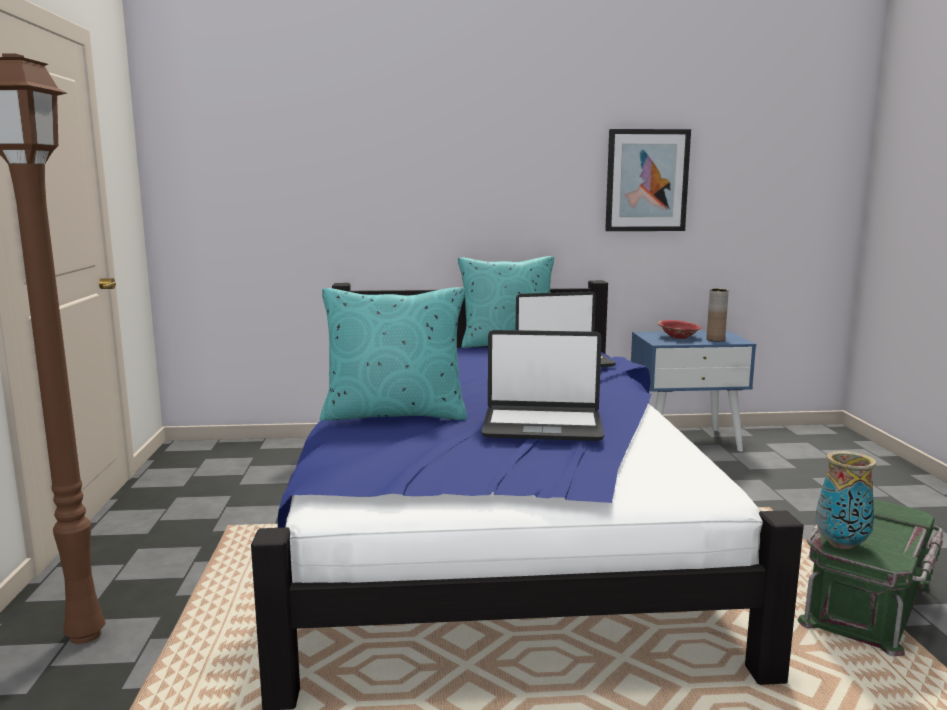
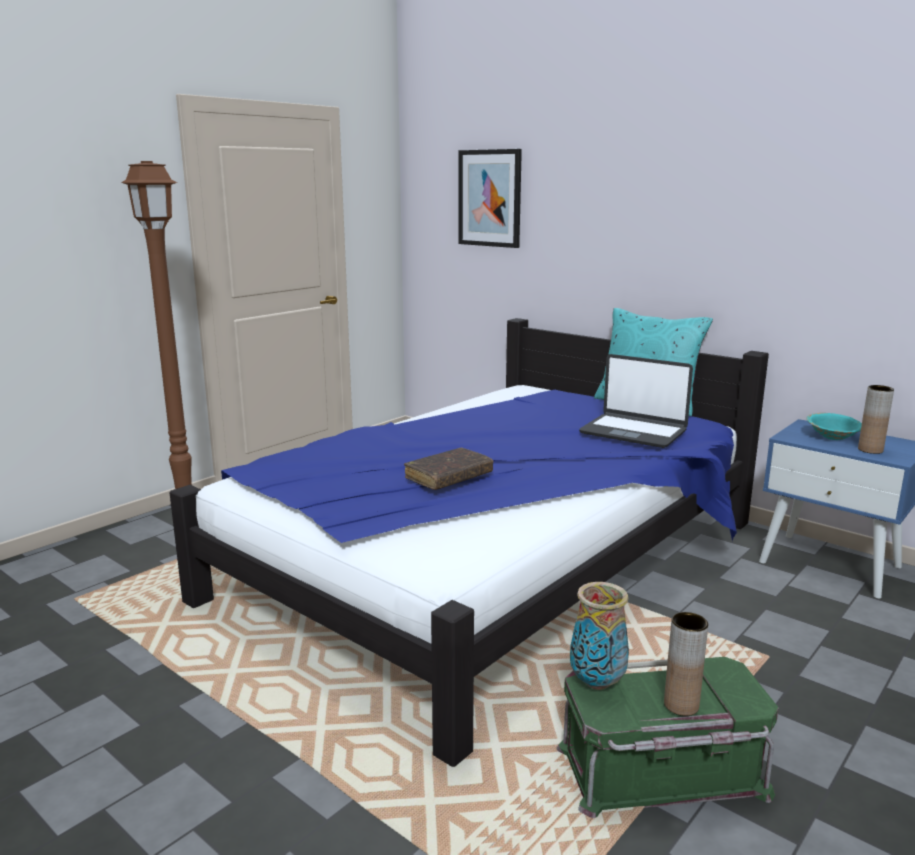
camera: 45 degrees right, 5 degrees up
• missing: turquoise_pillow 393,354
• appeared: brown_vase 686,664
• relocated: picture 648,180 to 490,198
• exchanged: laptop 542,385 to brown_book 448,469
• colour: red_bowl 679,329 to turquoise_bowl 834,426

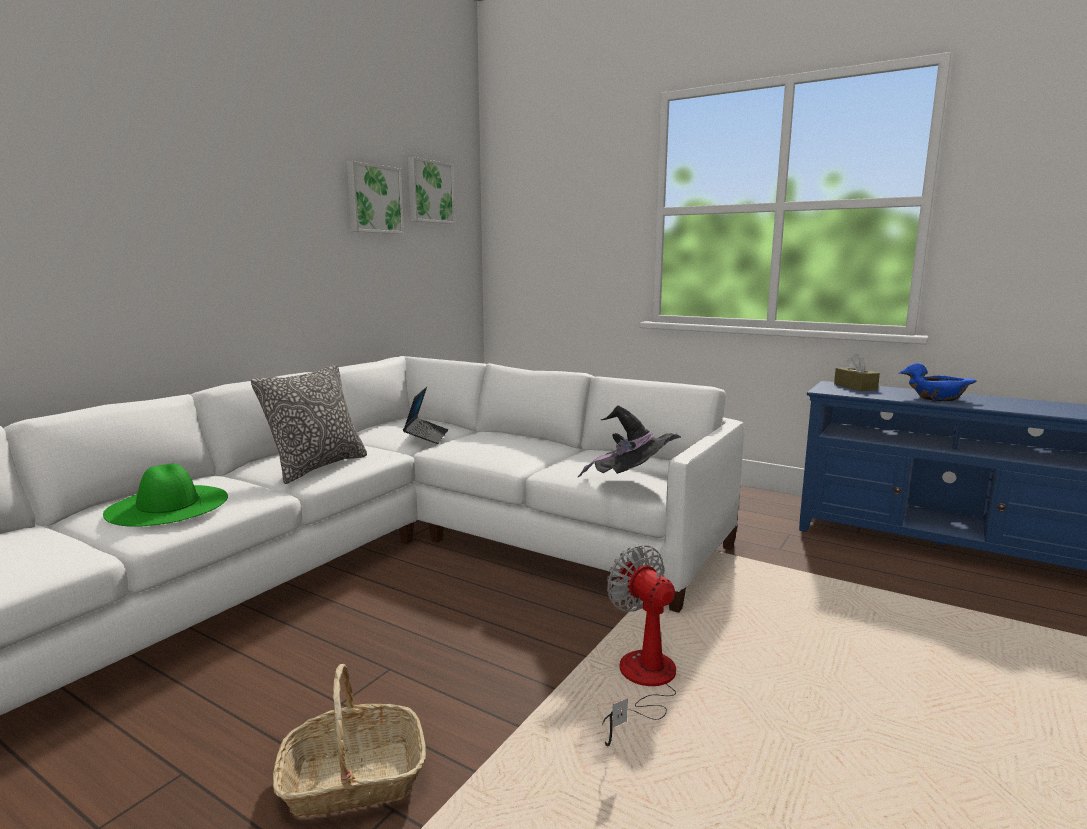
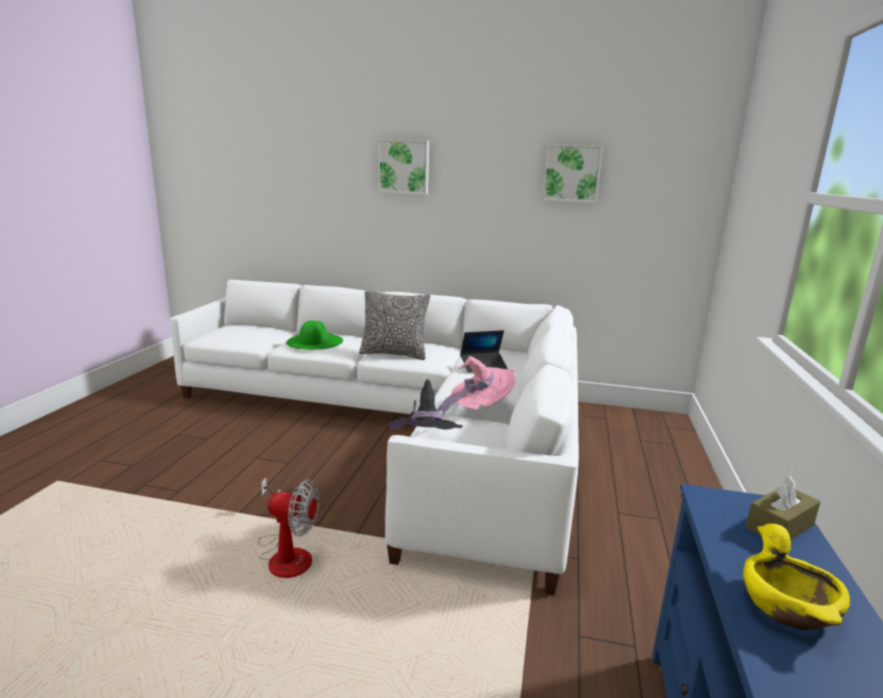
camera: 70 degrees right, 5 degrees up
• missing: basket 349,741
• appeared: pink_hat 476,386
• relocated: picture 431,190 to 403,167
• colour: blue_bowl 937,382 to yellow_bowl 796,577
• spun: fan 639,646 = 288,527 60 degrees clockwise

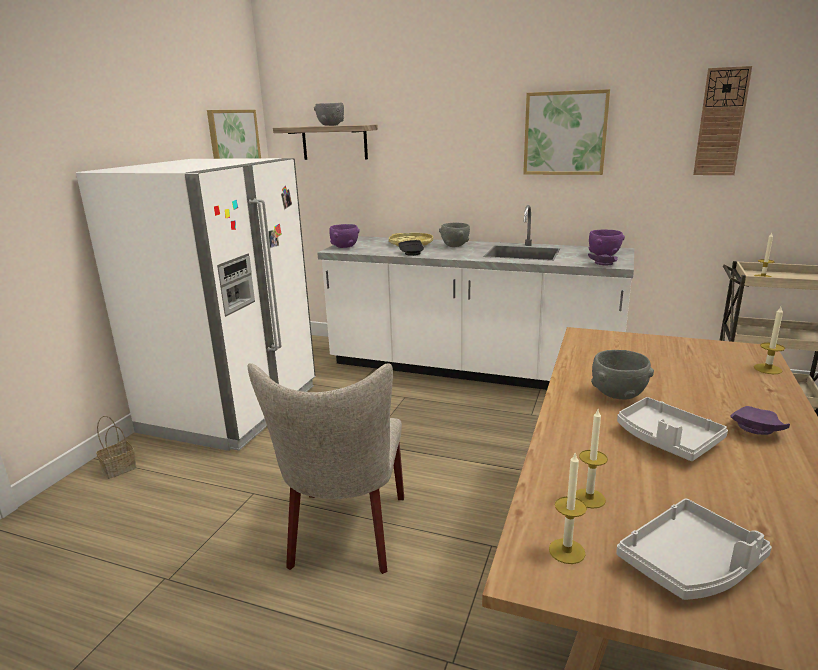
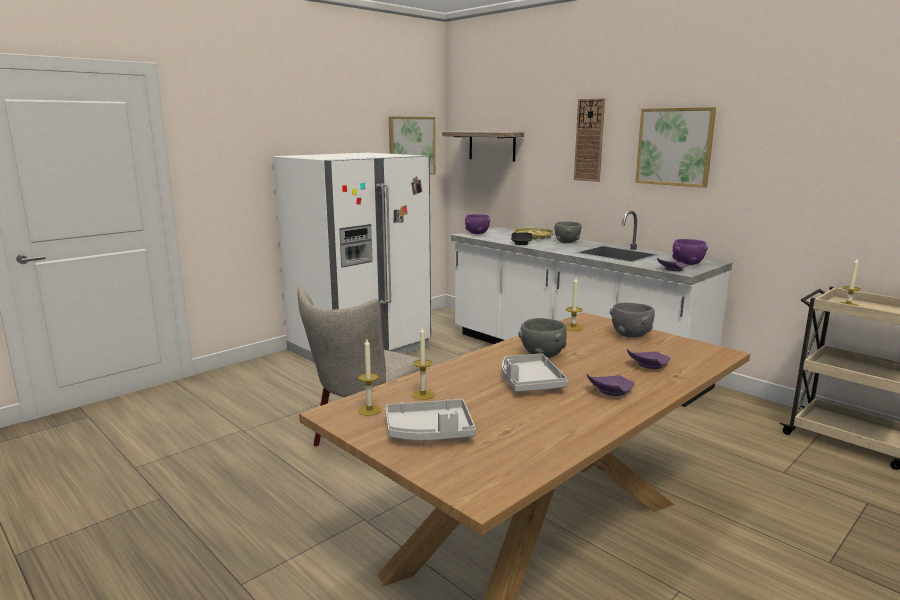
camera: 25 degrees right, 5 degrees down
• missing: basket 116,447
• appeared: purple_plate 648,359
• relocated: grey_bowl 329,114 to 632,320
• relocated: wall_clock 722,120 to 589,140
• relocated: candle 769,340 to 574,304

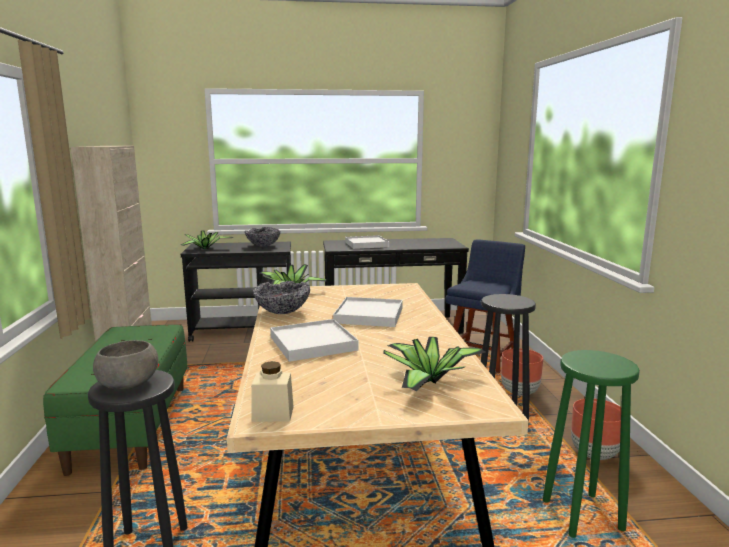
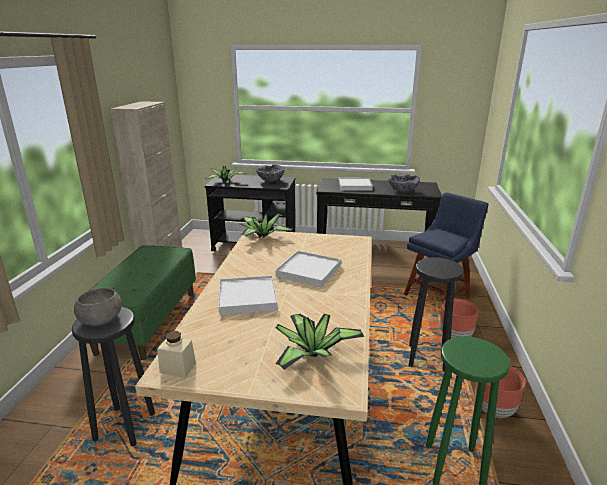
camera: 15 degrees right, 10 degrees up
• relocated: bowl 281,297 to 404,183

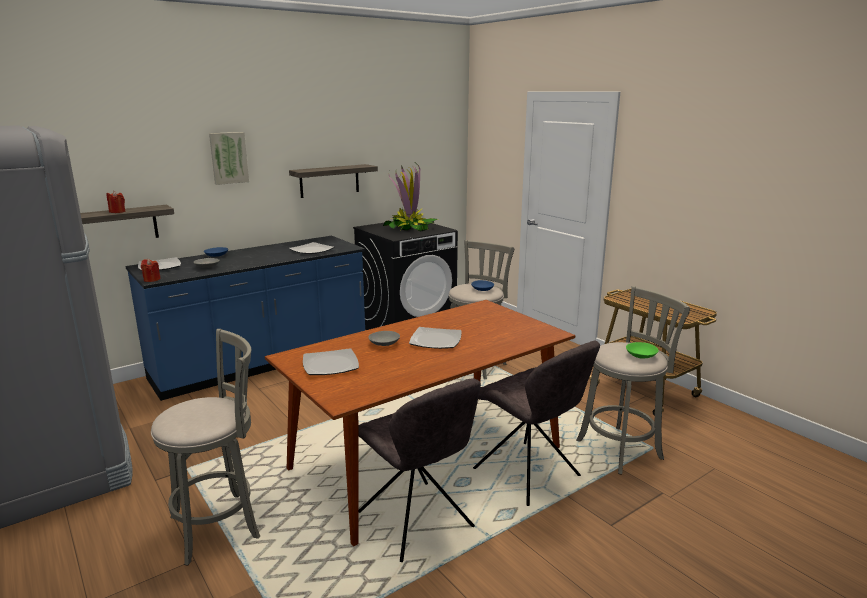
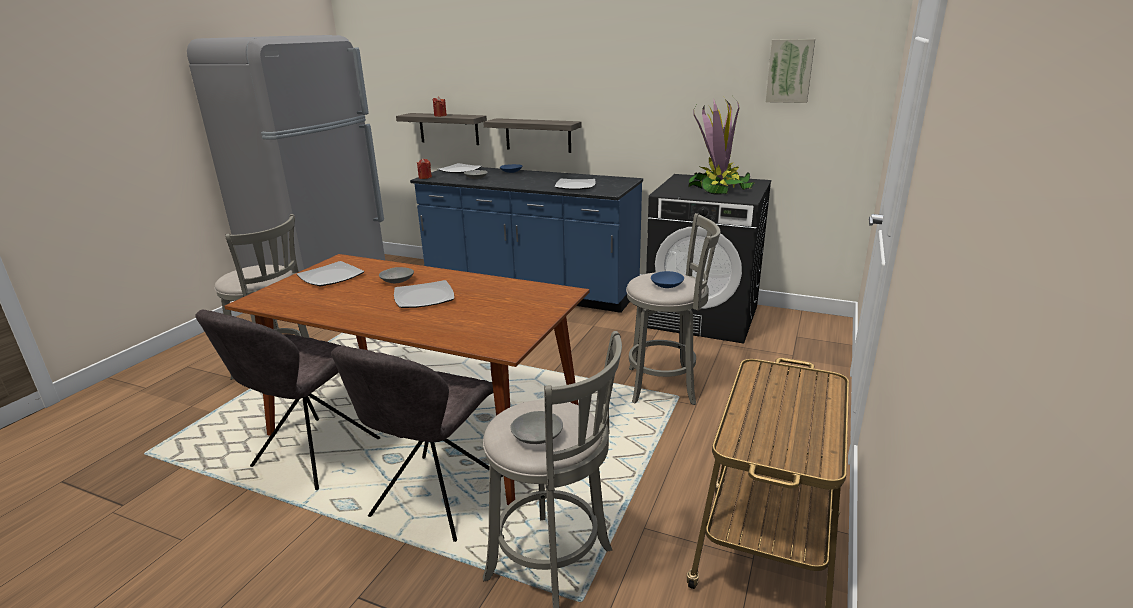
camera: 60 degrees right, 5 degrees up
• relocated: picture 229,158 to 790,71
• relocated: shelf 333,181 to 532,135
• colour: green_bowl 642,350 to grey_bowl 536,427

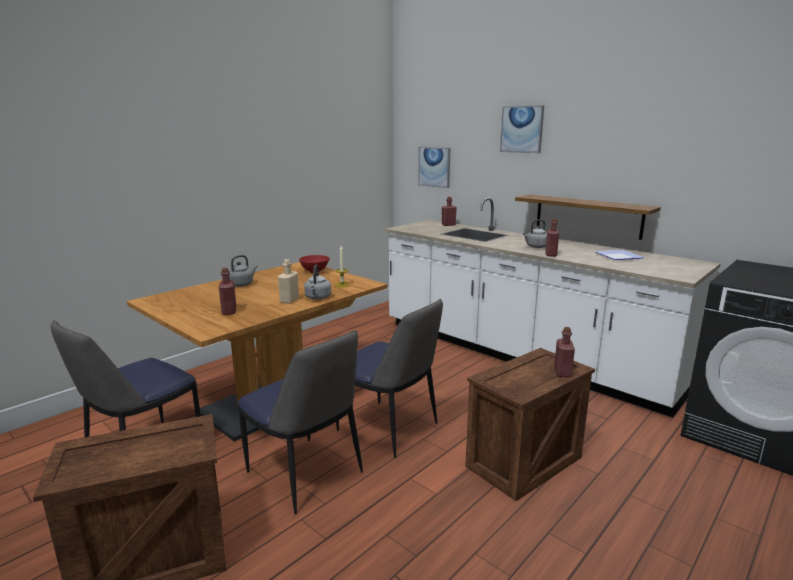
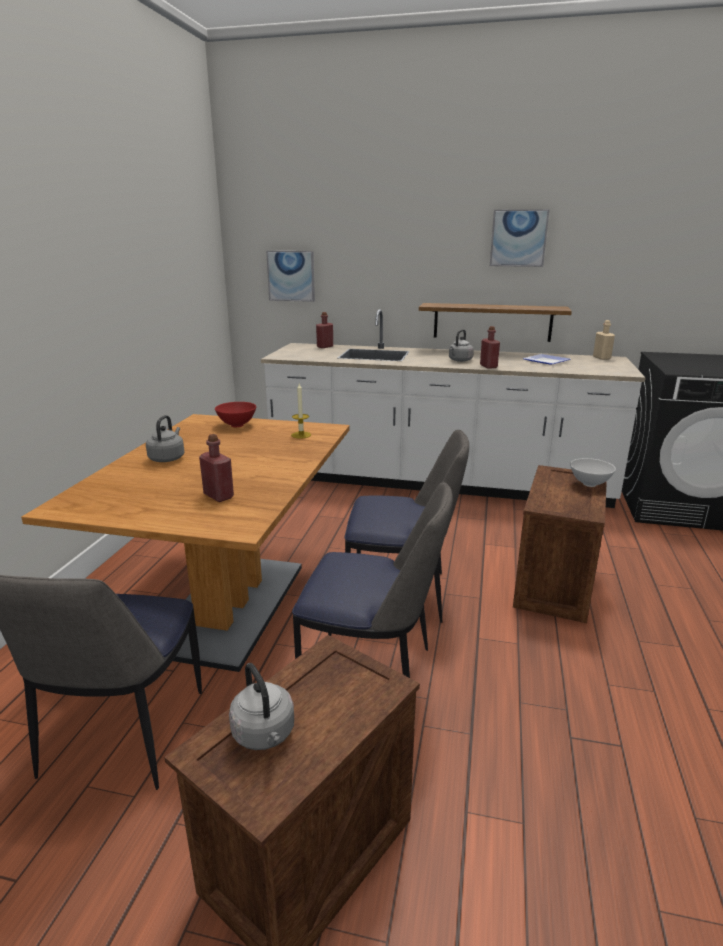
camera: 30 degrees left, 5 degrees up
• relocated: beige_bottle 288,281 to 604,340
• relocated: grey_kettle 317,282 to 261,706
• relocated: picture 522,129 to 519,238
• exchanged: red_bottle 564,352 to white_bowl 593,472

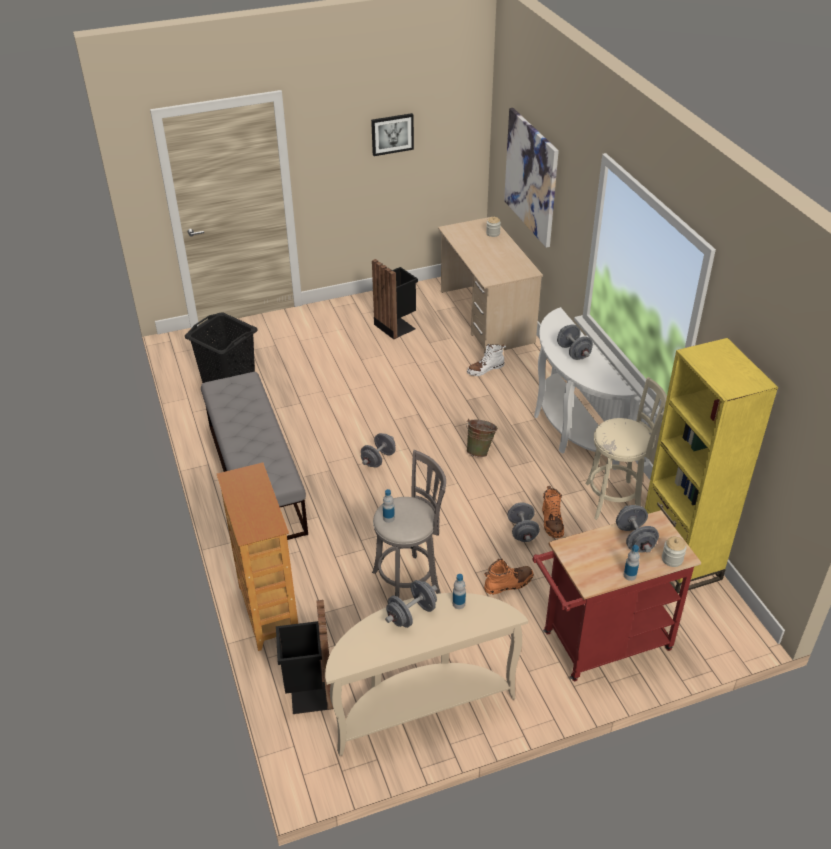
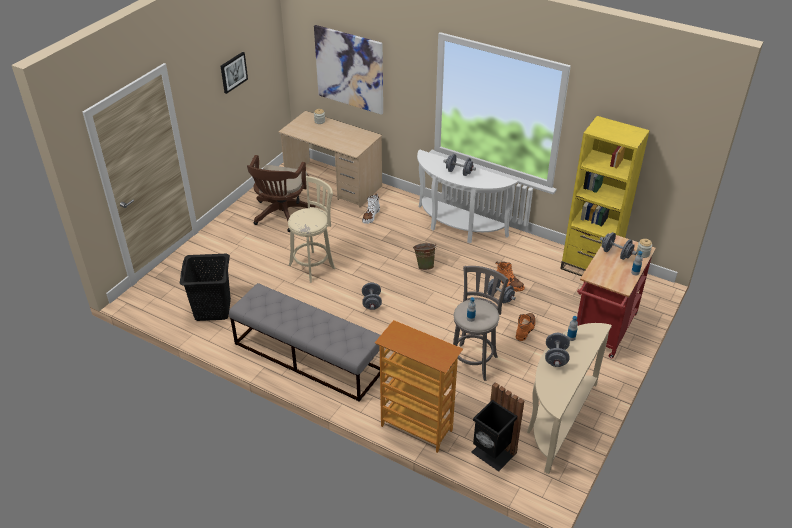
camera: 40 degrees left, 0 degrees up
• relocated: beige_stool 626,448 to 311,229
• exchanged: black_trash_can 395,299 to brown_office_chair 281,193

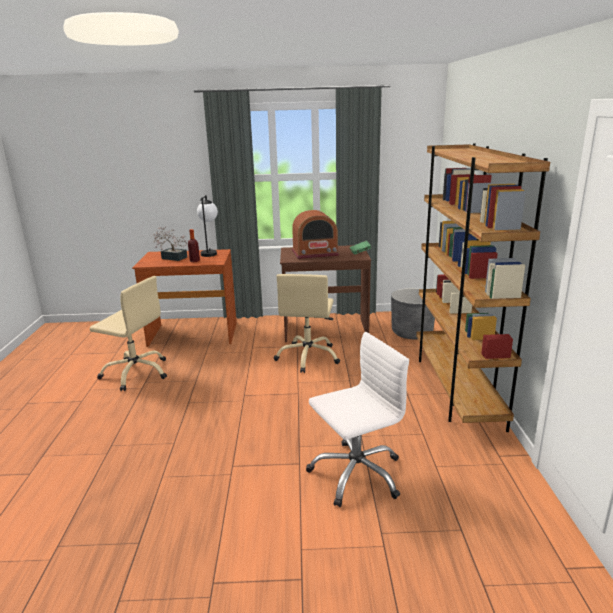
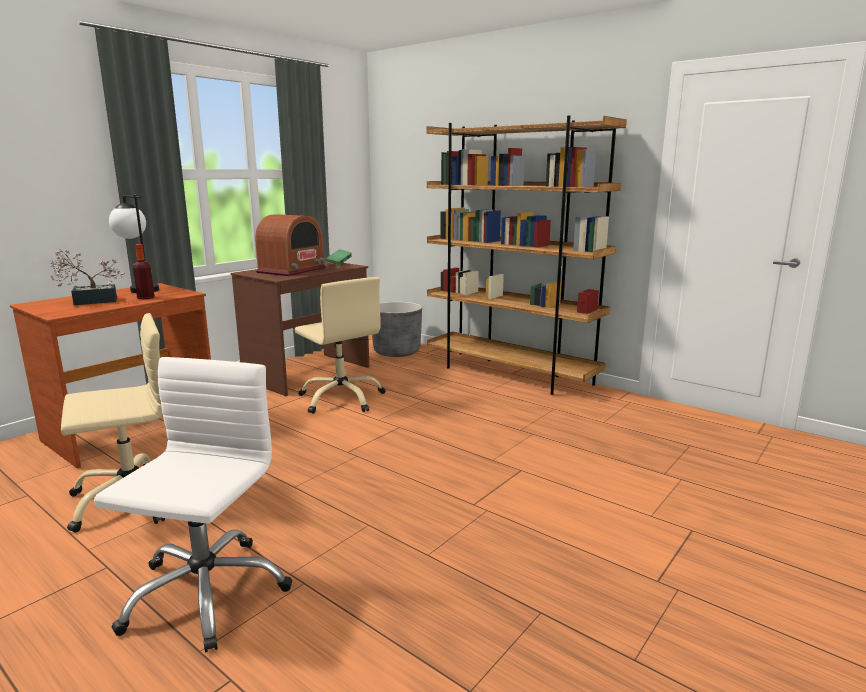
camera: 50 degrees left, 5 degrees down
• relocated: white_office_chair 357,419 to 193,505

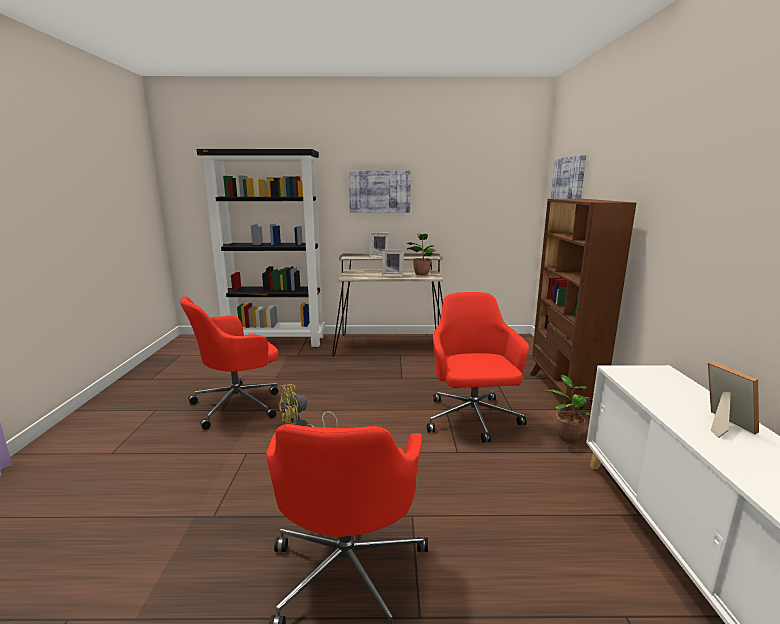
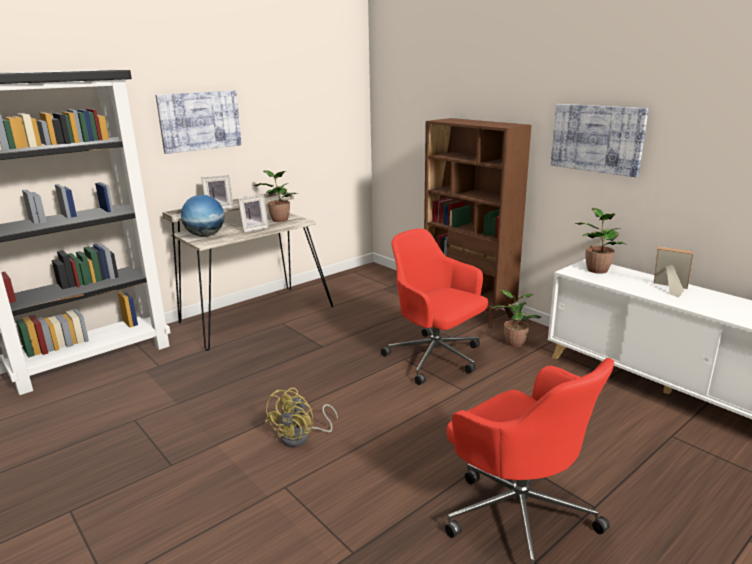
camera: 40 degrees left, 5 degrees up
• missing: red_office_chair 229,363
• appeared: globe 203,216
• appeared: potted_plant 600,241
• relocated: picture 568,177 to 600,140

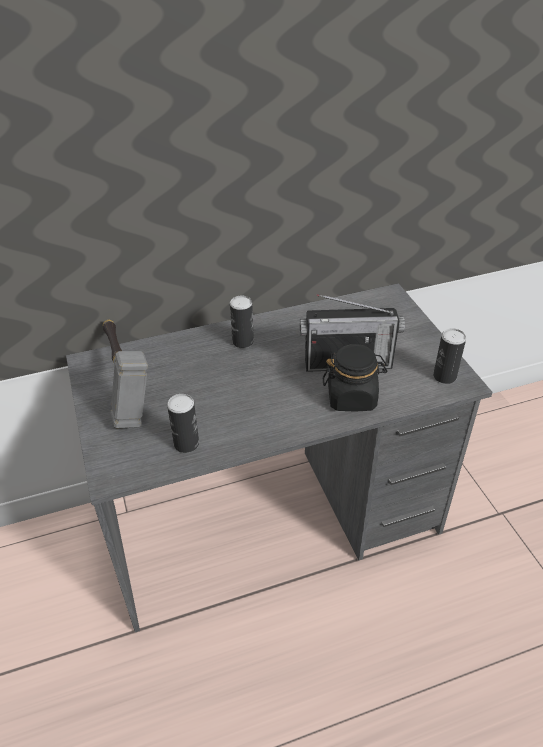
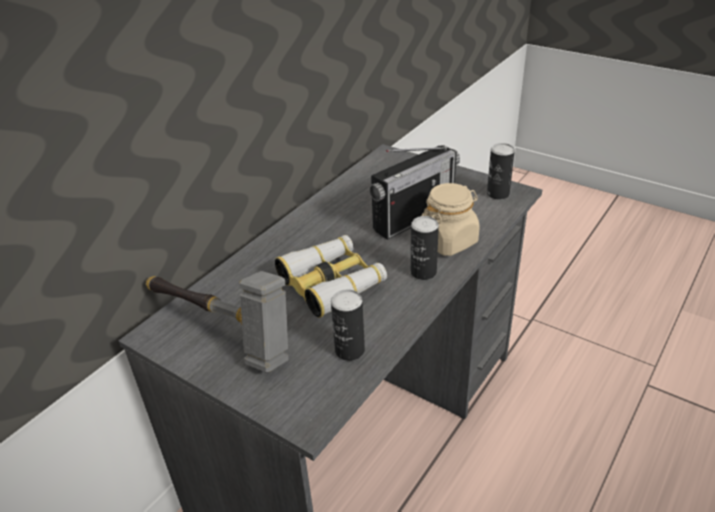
camera: 35 degrees left, 5 degrees down
• appeared: binoculars 331,276
• relocated: can 242,321 to 425,248
• colour: black_jar 355,378 to beige_jar 450,219

